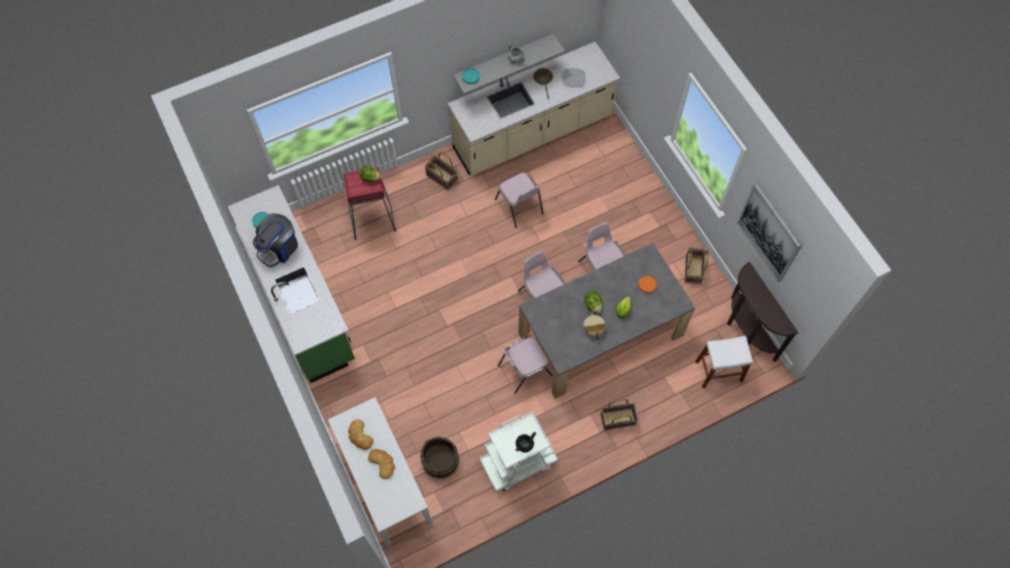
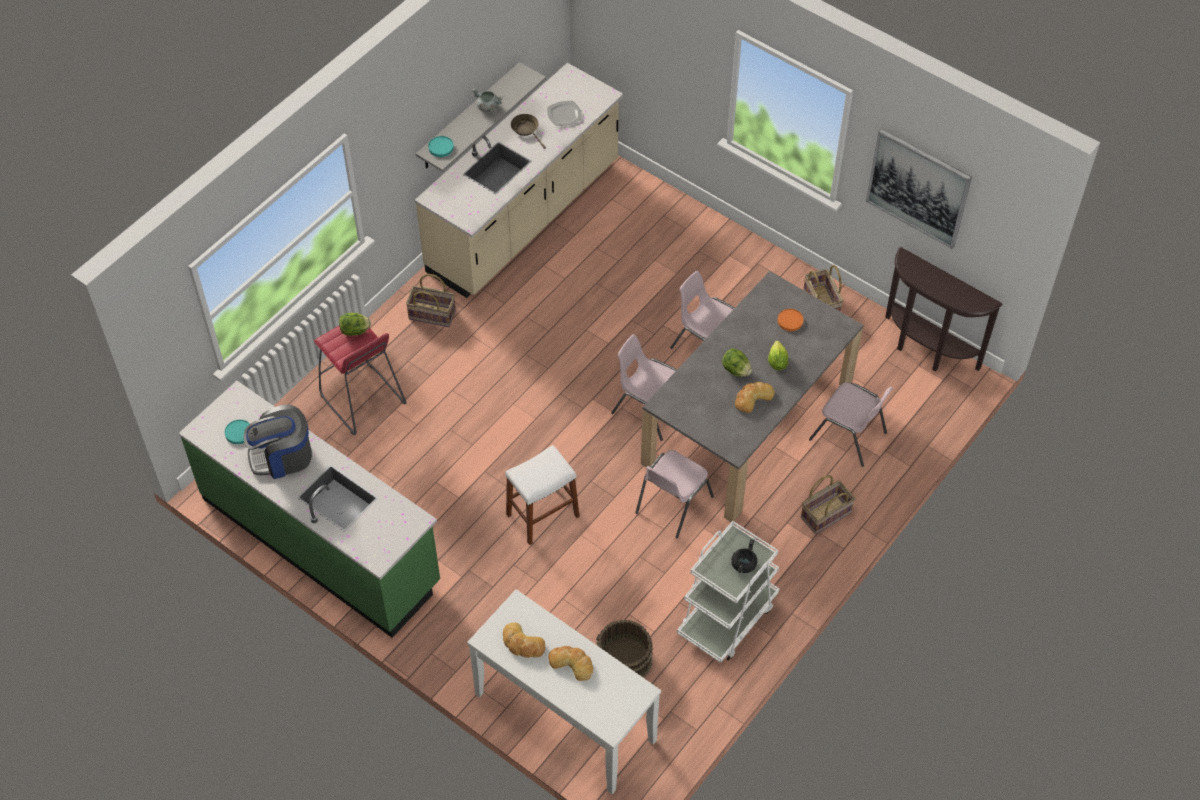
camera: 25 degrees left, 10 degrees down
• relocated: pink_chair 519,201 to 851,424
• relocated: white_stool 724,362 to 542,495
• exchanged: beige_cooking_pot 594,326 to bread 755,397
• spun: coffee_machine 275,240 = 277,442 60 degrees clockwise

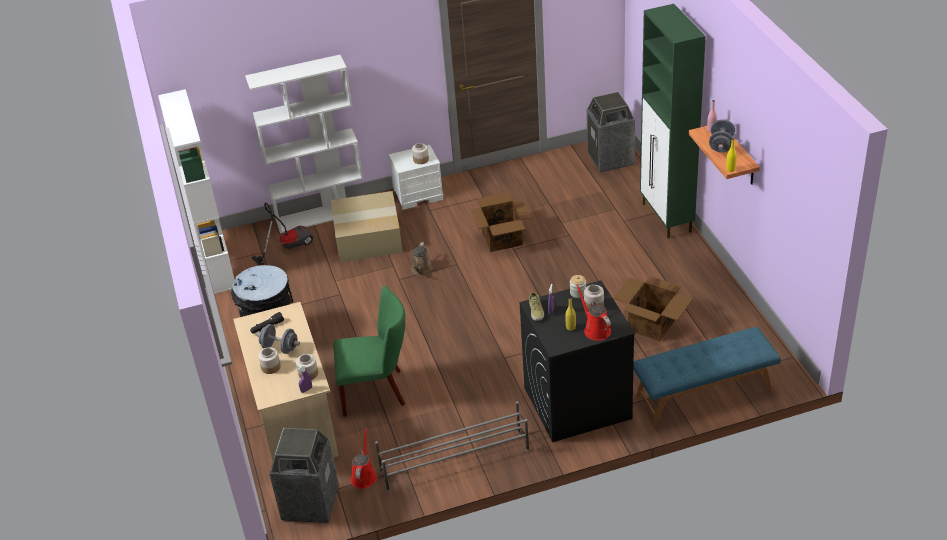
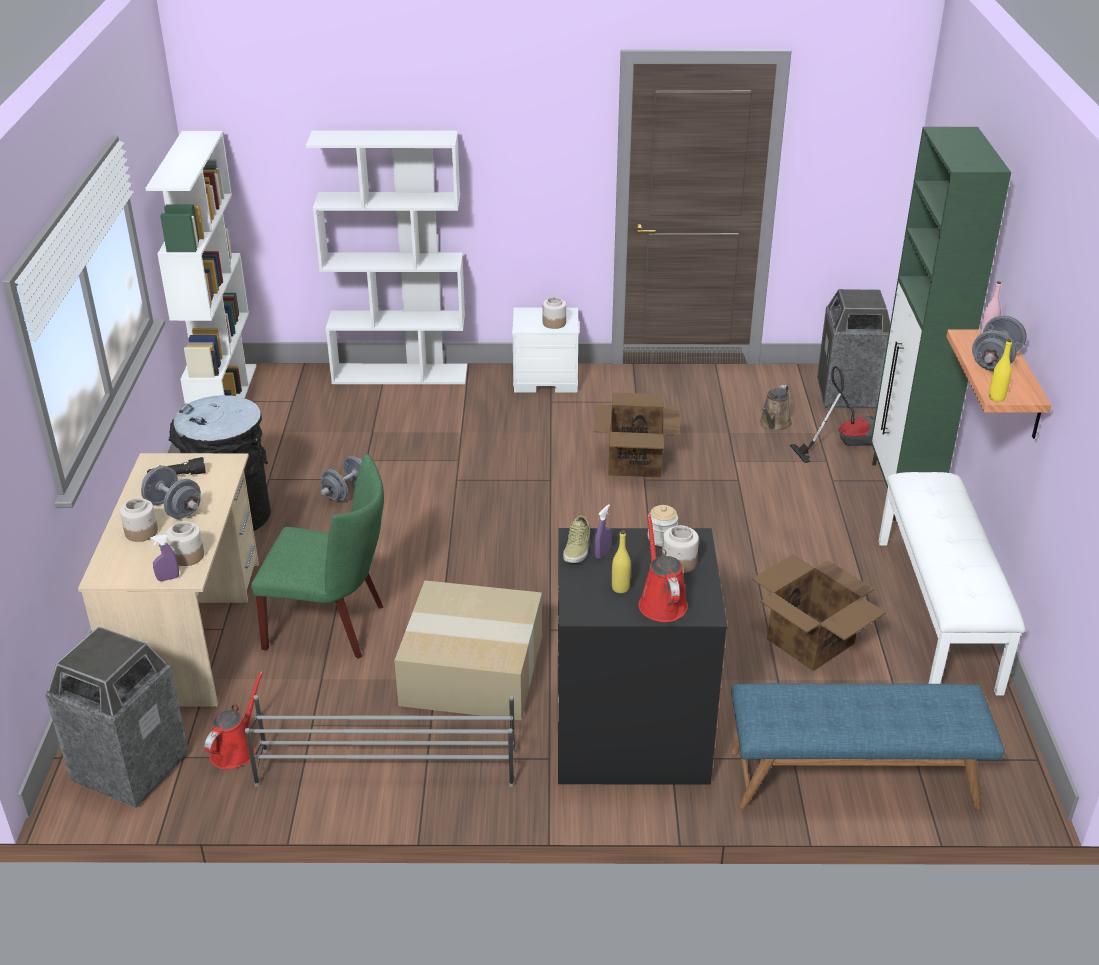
camera: 15 degrees right, 5 degrees down
• appeared: grey_dumbbell 341,478
• appeared: white_bench 951,584
• relocated: vacuum_cleaner 282,234 to 832,414
• relocated: cardboard_box 367,226 to 468,650
• relocated: brown_watering_can 422,259 to 775,407

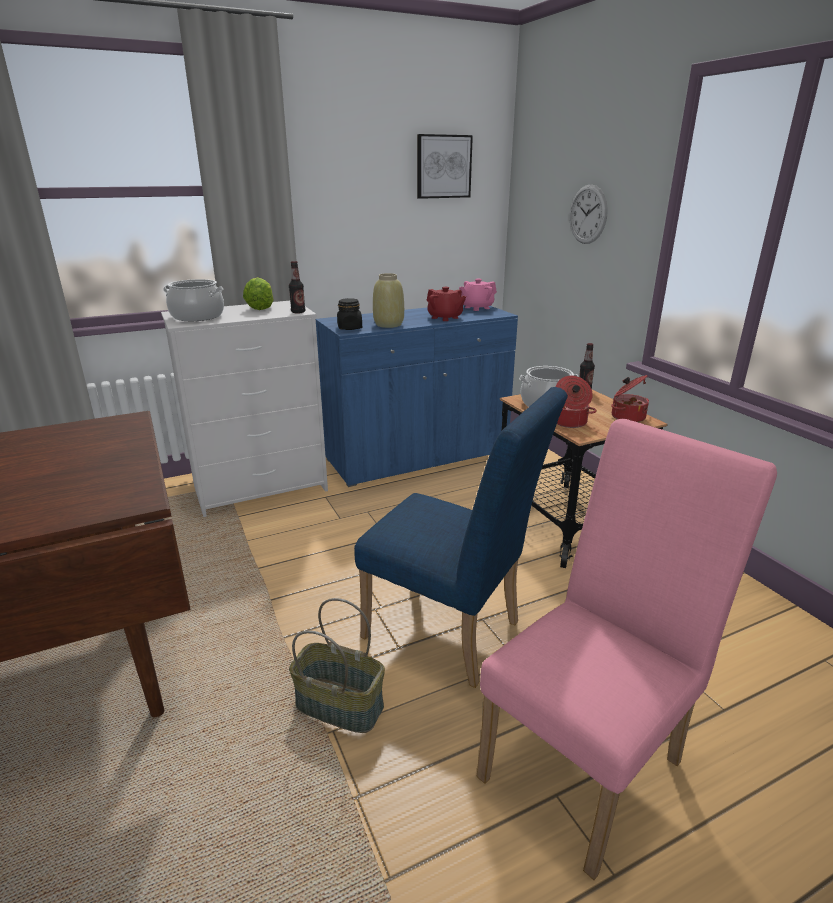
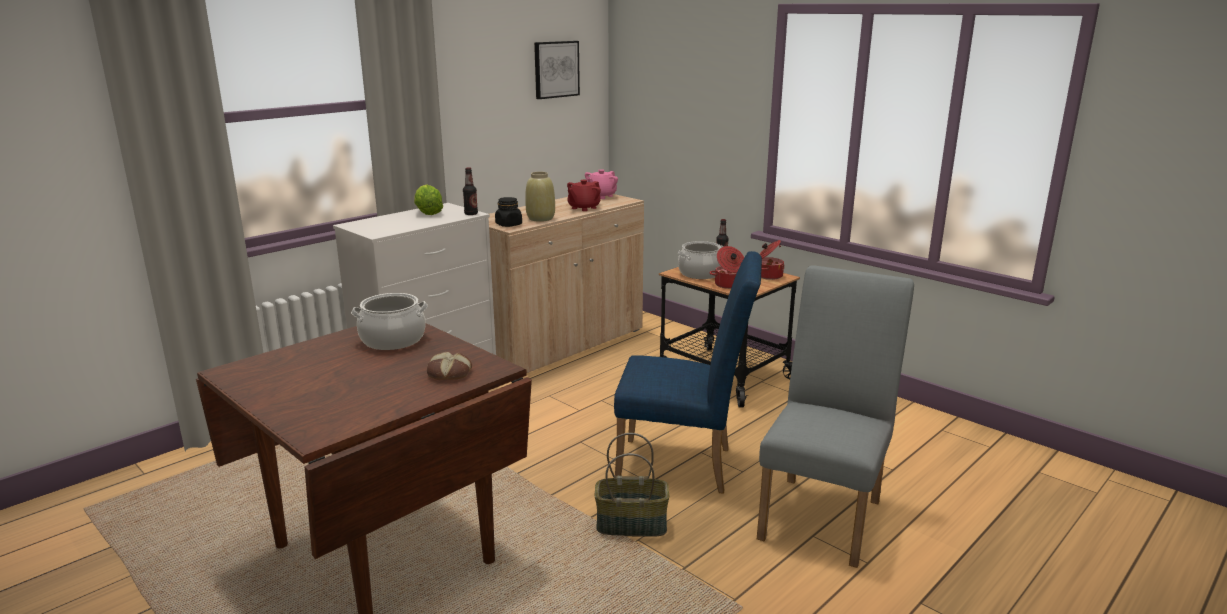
camera: 20 degrees left, 5 degrees down
• missing: wall_clock 589,214
• appeared: bread 449,366
• relocated: cooking_pot 193,300 to 389,321
• colour: blue_cabinet 417,396 to beige_cabinet 566,283
• colour: pink_chair 627,649 to grey_chair 835,416
• spun: red_teapot 446,304 = 584,195 105 degrees clockwise

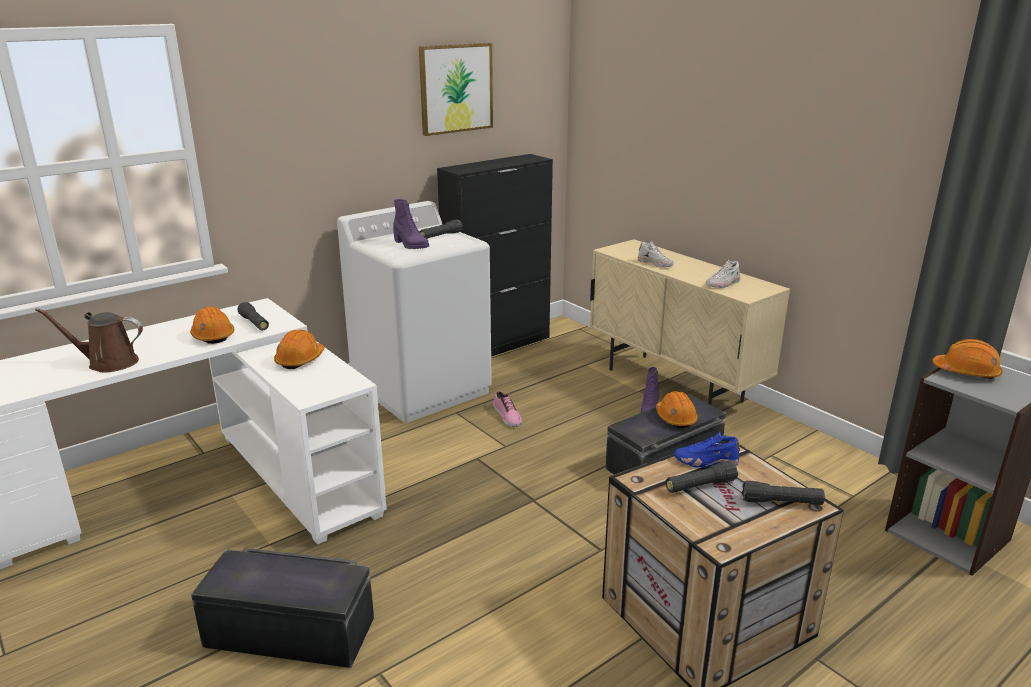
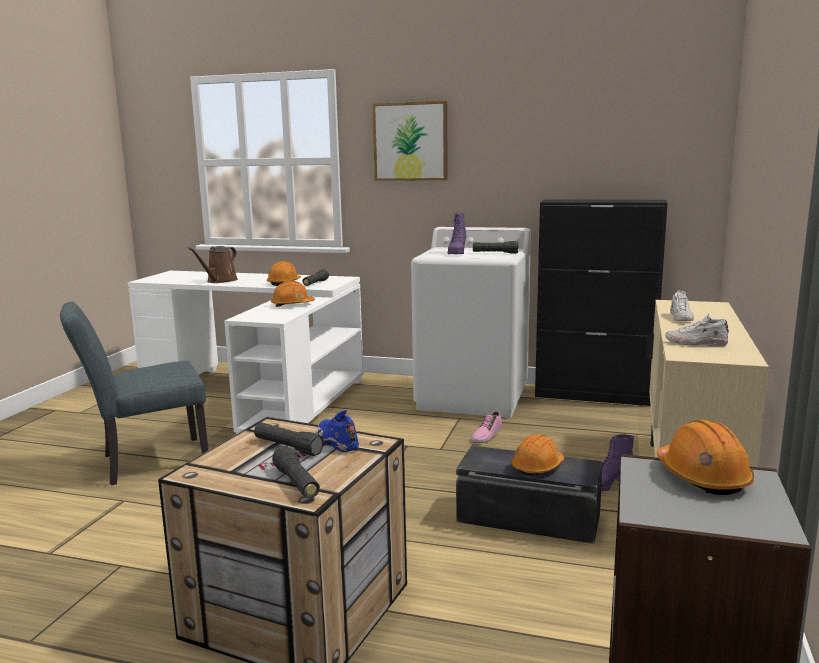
camera: 55 degrees right, 10 degrees down
• relocated: picture 456,89 to 410,141
• exchanged: black_storage_box 282,608 to grey_chair 134,393
• spun: brown_watering_can 89,340 = 213,264 120 degrees counterclockwise

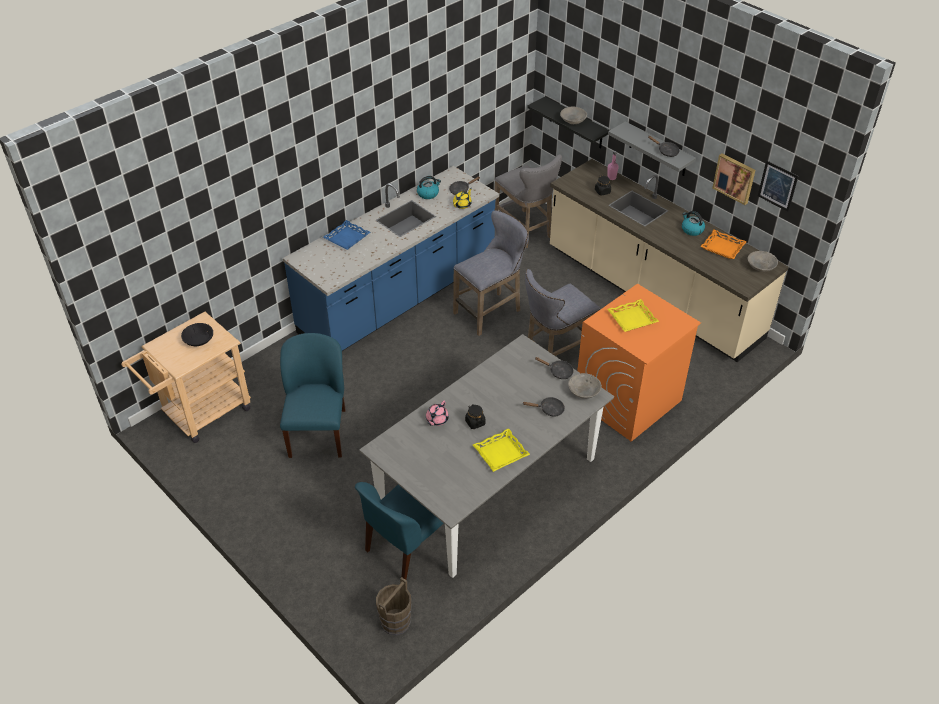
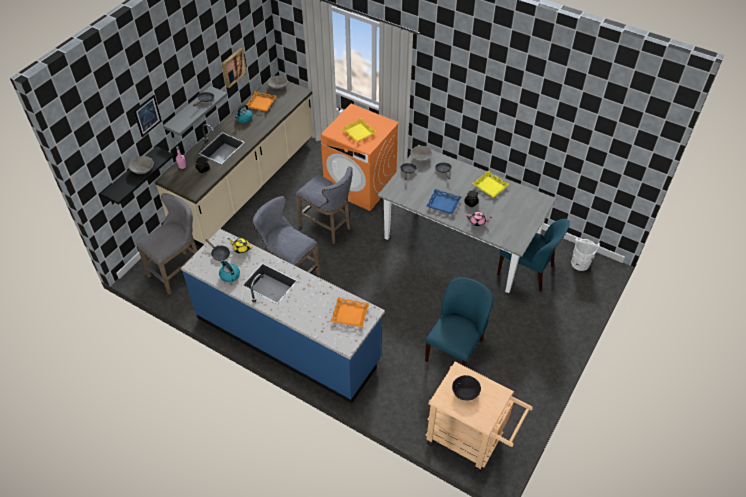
camera: 105 degrees left, 5 degrees up
• appeared: orange_tray 349,312
• relocated: blue_tray 346,235 to 443,201
• relocated: picture 778,186 to 148,116
• colour: brown_bucket 393,606 to white_bucket 585,254
• spun: blue_chair 313,395 = 459,322 135 degrees clockwise

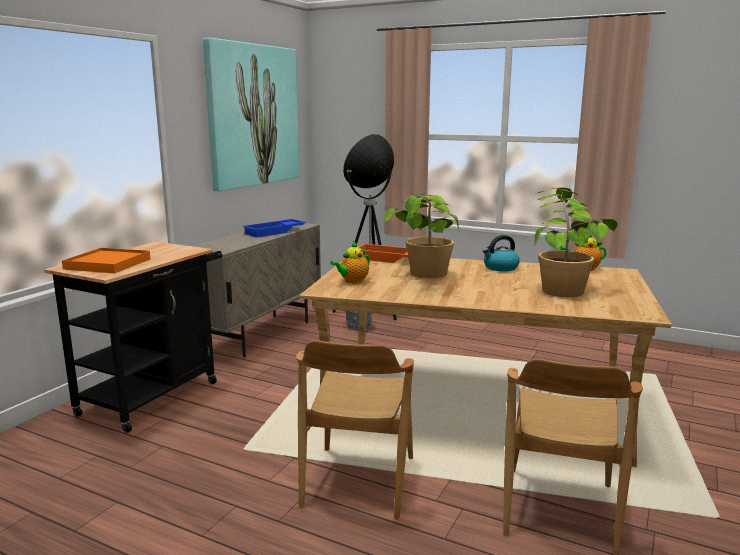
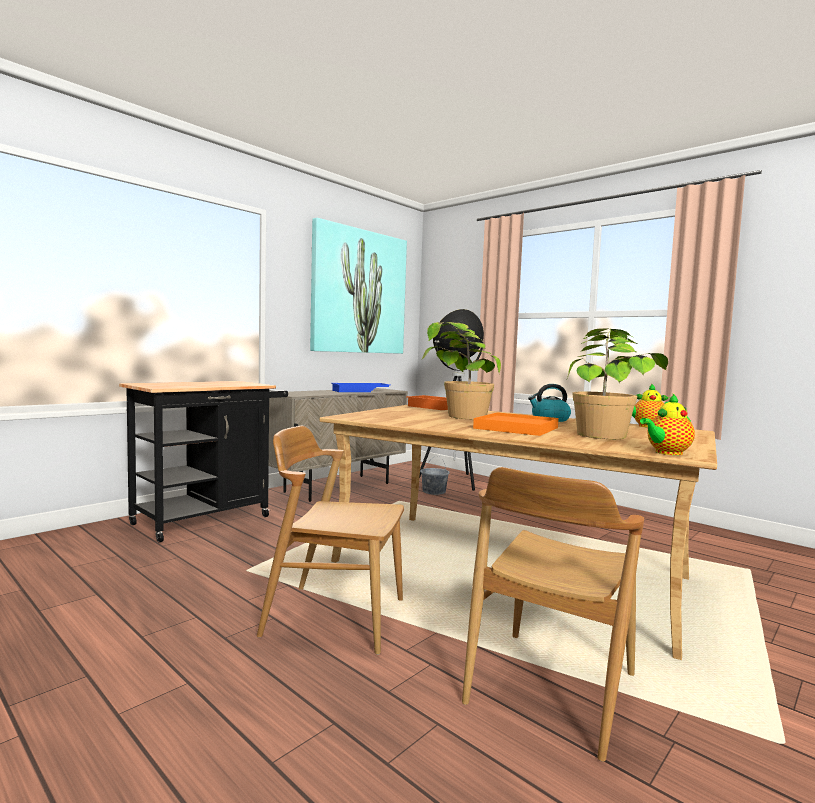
camera: 15 degrees right, 10 degrees down
• relocated: orange_tray 106,260 to 516,424
• relocated: teapot 350,262 to 667,424
• spun: brown_chair 355,430 = 330,540 75 degrees clockwise

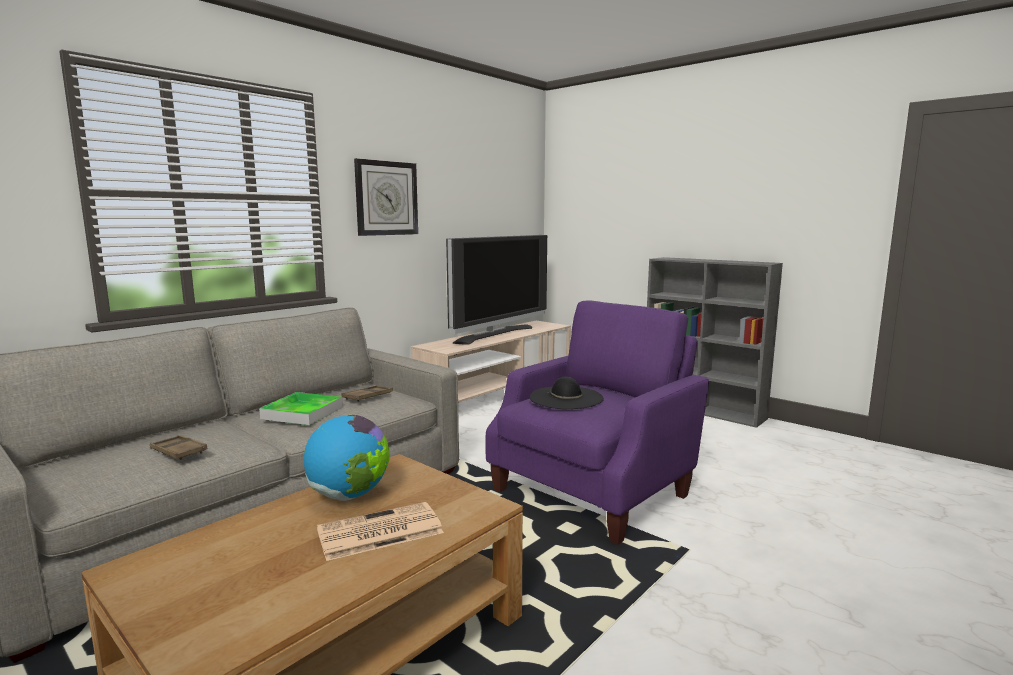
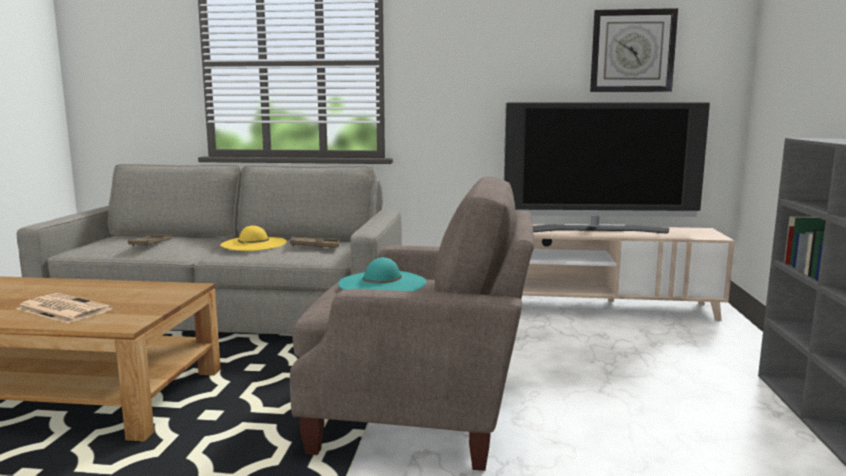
camera: 55 degrees right, 0 degrees up
• missing: globe 346,458
• relocated: wall_clock 386,197 to 634,50
• exchanged: tray 301,408 to yellow_hat 253,238
• colour: purple_armchair 597,422 to beige_armchair 412,324
• colour: black_hat 566,393 to turquoise_hat 382,274

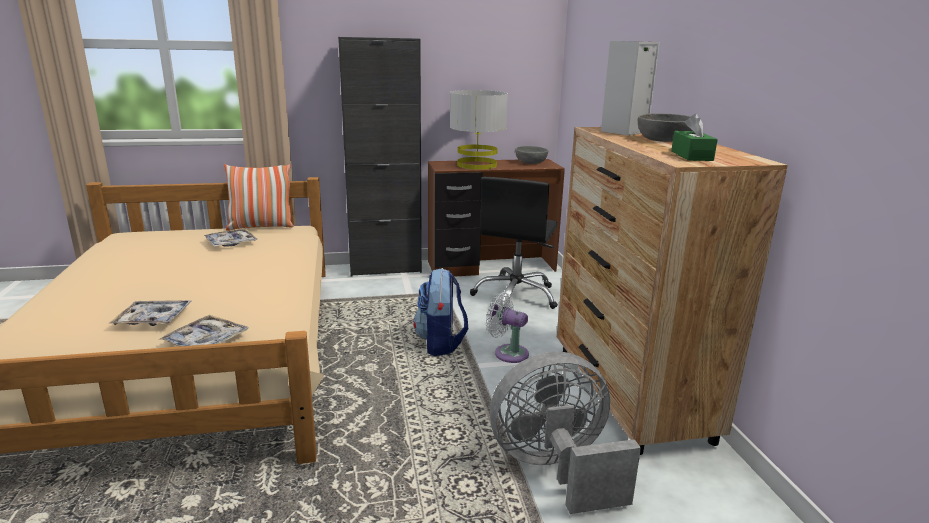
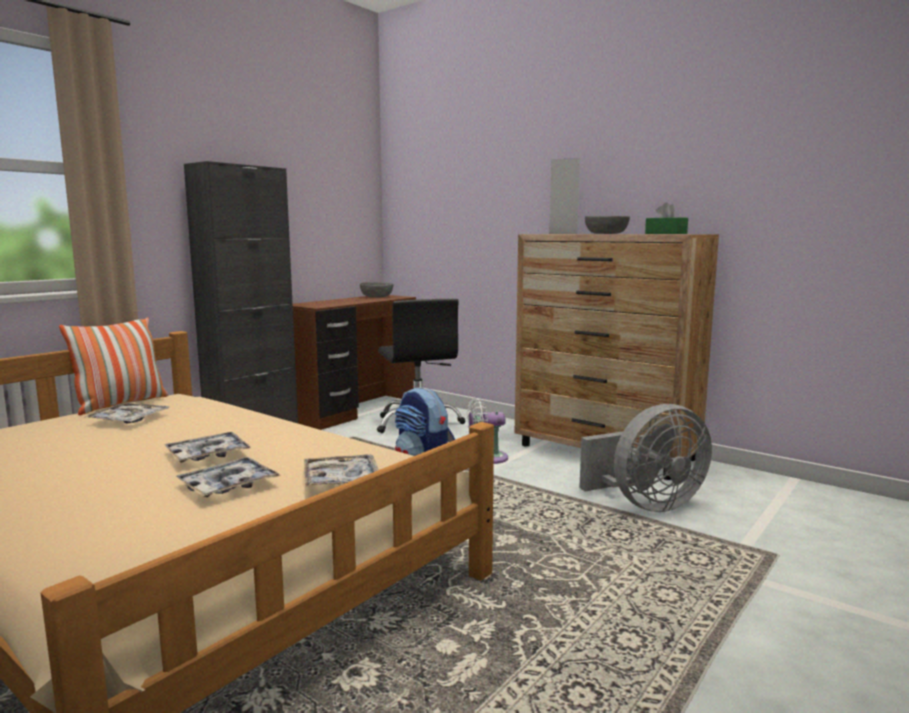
camera: 40 degrees left, 10 degrees down
• missing: grey_table_lamp 479,130
• appeared: tray 207,447
• spun: grey_fan 565,433 = 645,458 150 degrees counterclockwise

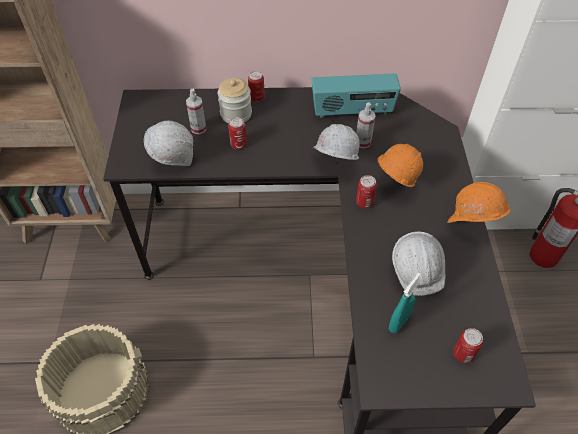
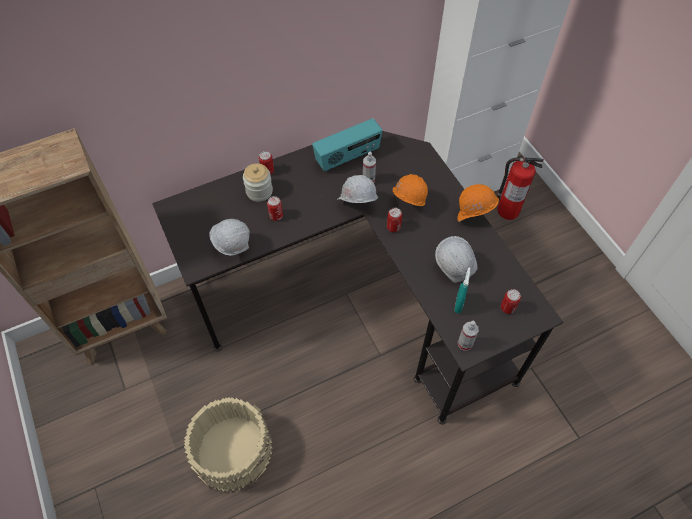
camera: 25 degrees left, 5 degrees up
• relocated: spray_bottle 196,111 to 468,336

